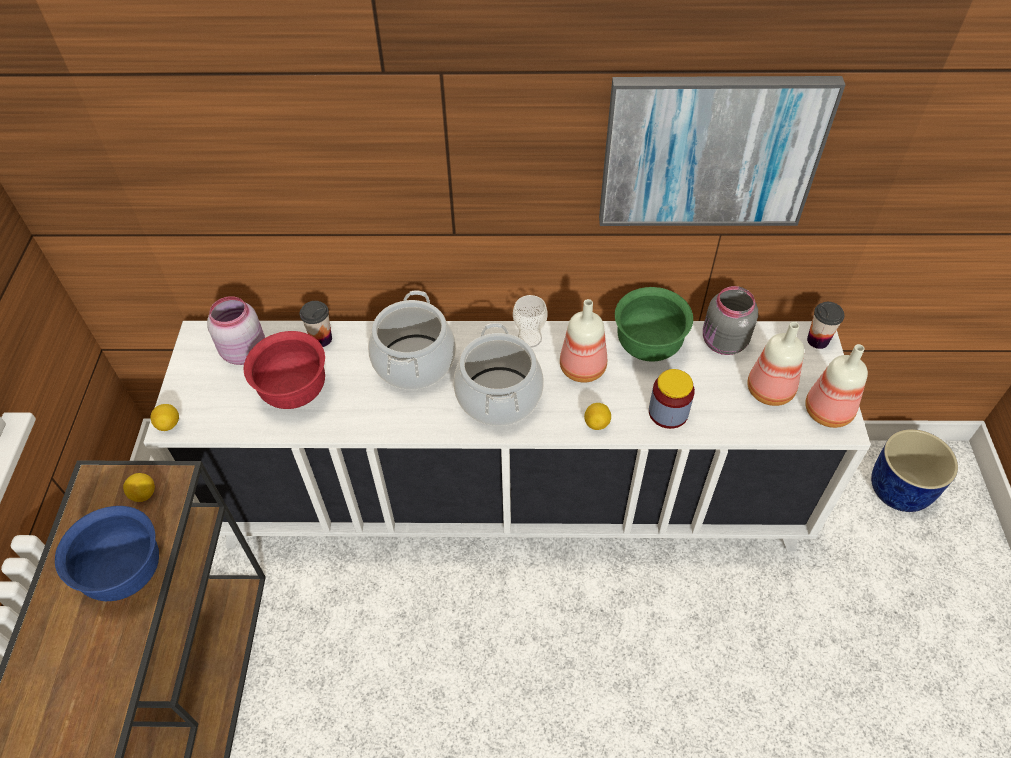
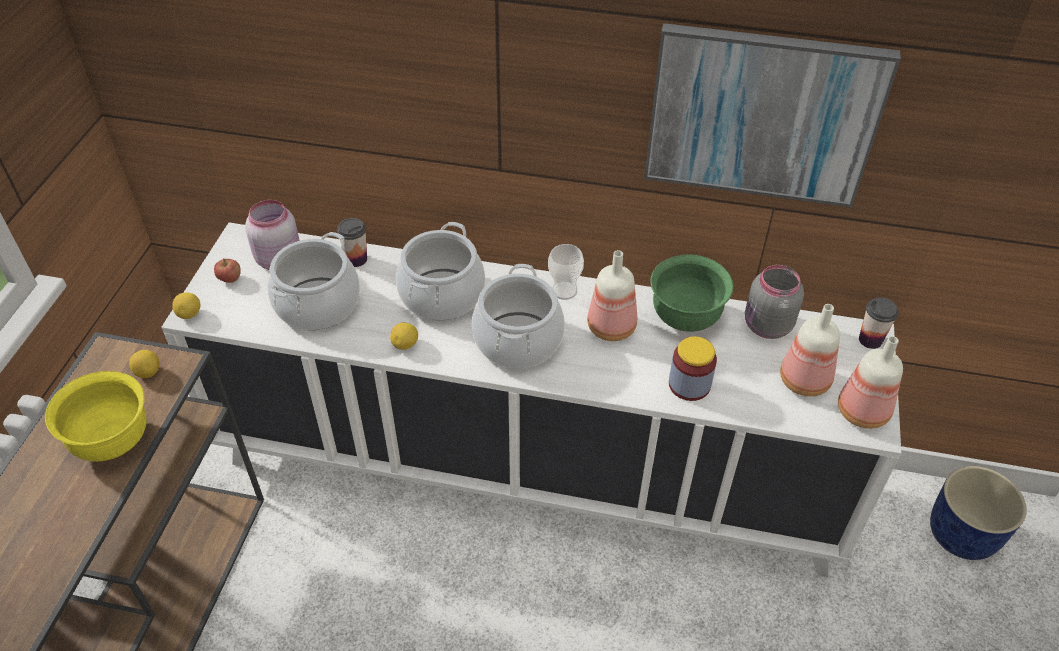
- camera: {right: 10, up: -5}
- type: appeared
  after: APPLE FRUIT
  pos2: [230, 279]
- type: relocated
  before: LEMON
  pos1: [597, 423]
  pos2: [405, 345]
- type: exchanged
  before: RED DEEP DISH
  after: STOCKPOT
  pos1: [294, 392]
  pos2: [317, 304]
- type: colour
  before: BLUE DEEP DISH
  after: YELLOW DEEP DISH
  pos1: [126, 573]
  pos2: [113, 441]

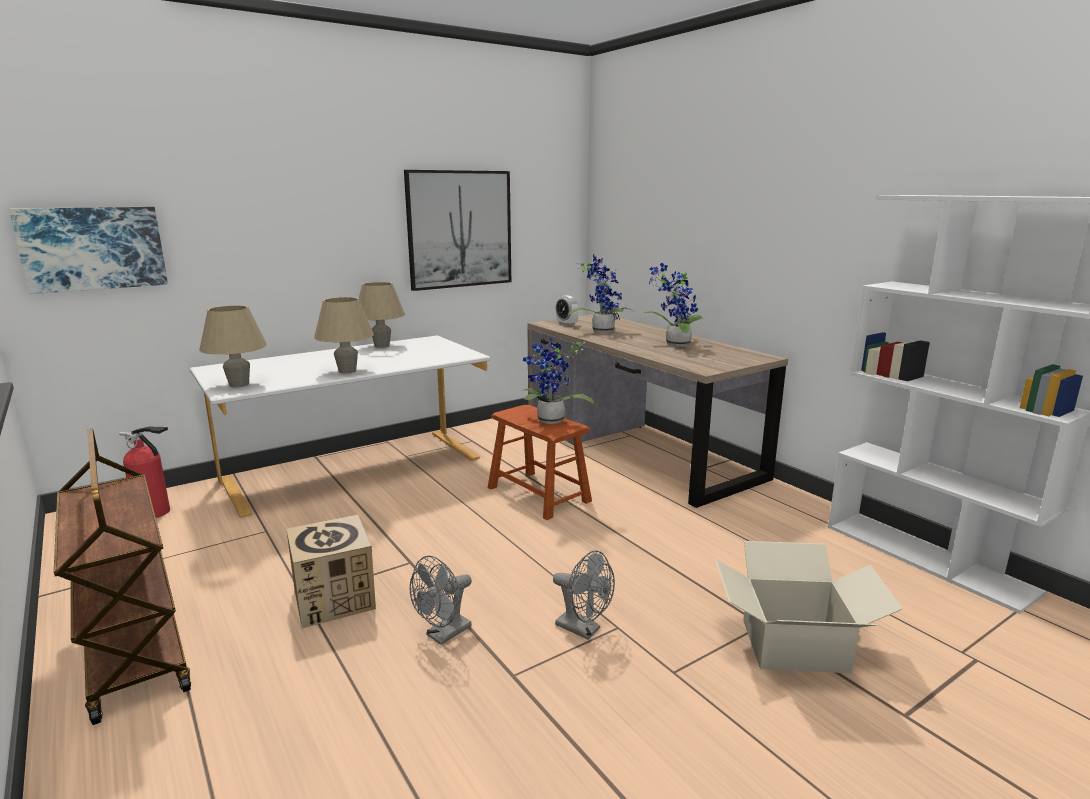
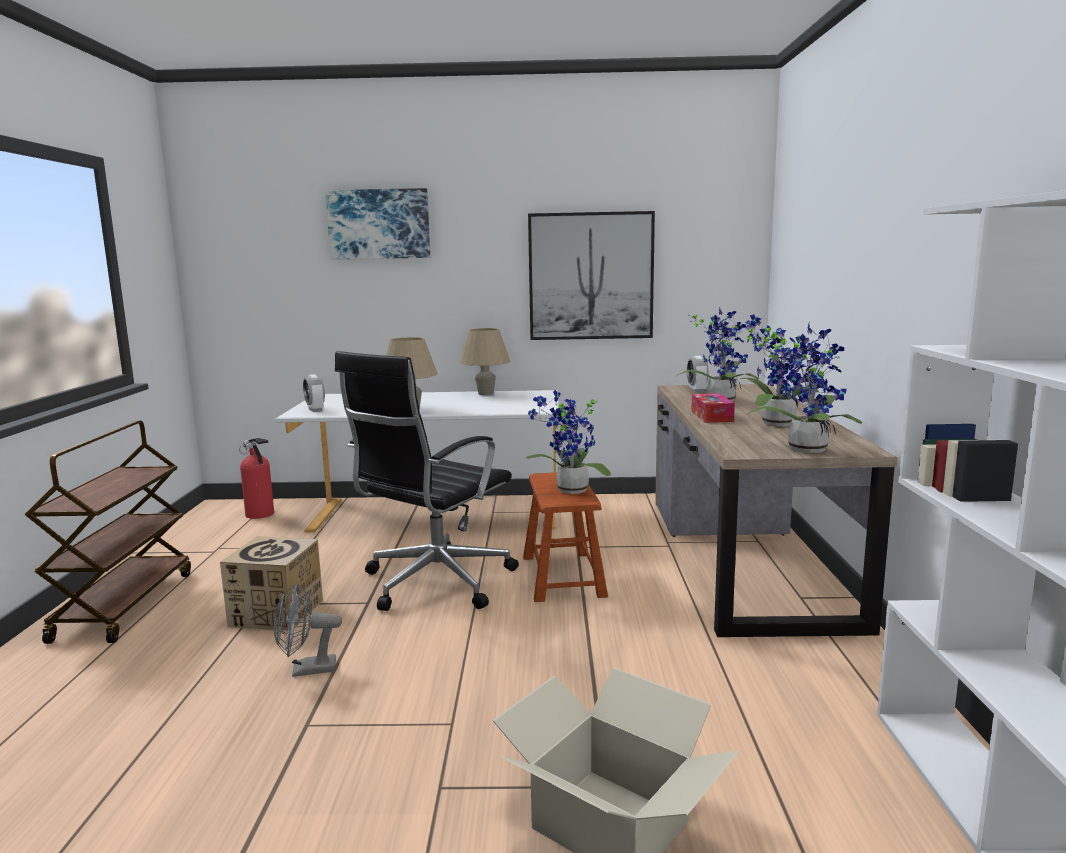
- camera: {right: 35, up: -5}
- type: missing
  before: GRAY ELECTRIC FAN
  pos1: [584, 629]
- type: appeared
  after: BLACK-COLOURED OFFICE CHAIR
  pos2: [434, 583]
- type: appeared
  after: TISSUE BOX
  pos2: [711, 416]
- type: appeared
  after: POTTED PLANT
  pos2: [807, 448]
- type: relocated
  before: PICTURE
  pos1: [93, 248]
  pos2: [379, 224]
- type: exchanged
  before: SAND-COLOURED TABLETOP LAMP
  after: ALARM CLOCK
  pos1: [239, 384]
  pos2: [315, 410]

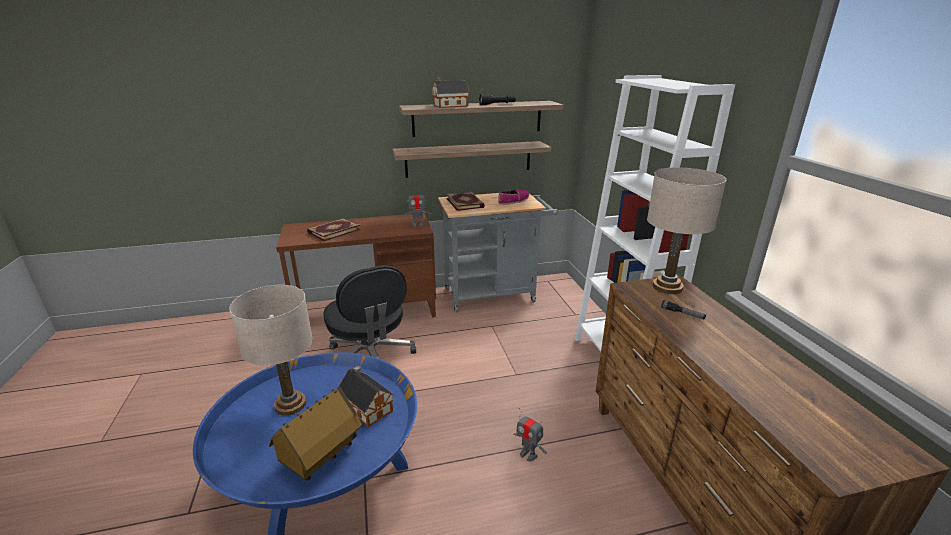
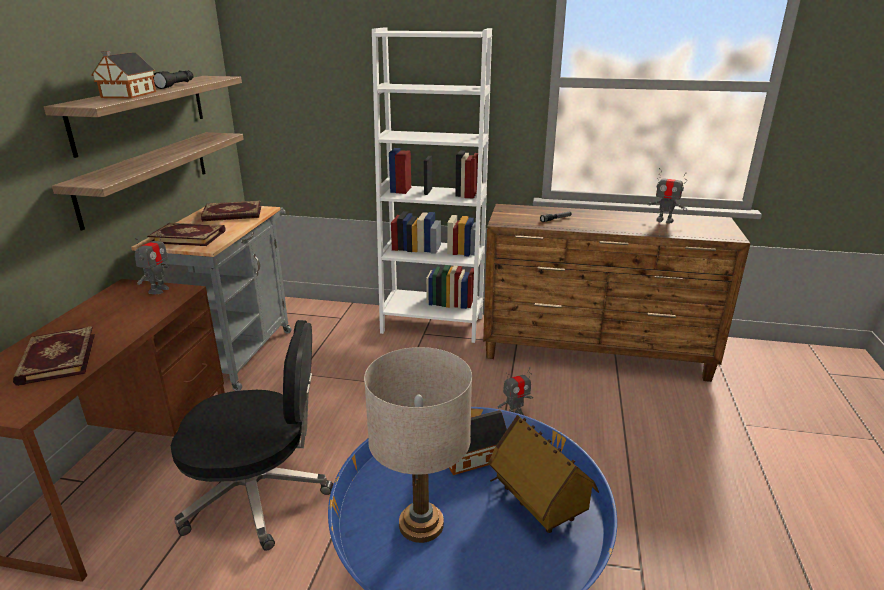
- camera: {right: -65, up: 0}
- type: missing
  before: SAND-COLOURED TABLETOP LAMP
  pos1: [667, 287]
- type: appeared
  after: ROBOT FIGURE
  pos2: [664, 220]
- type: exchanged
  before: SHOE
  after: BOOK
  pos1: [513, 201]
  pos2: [232, 214]

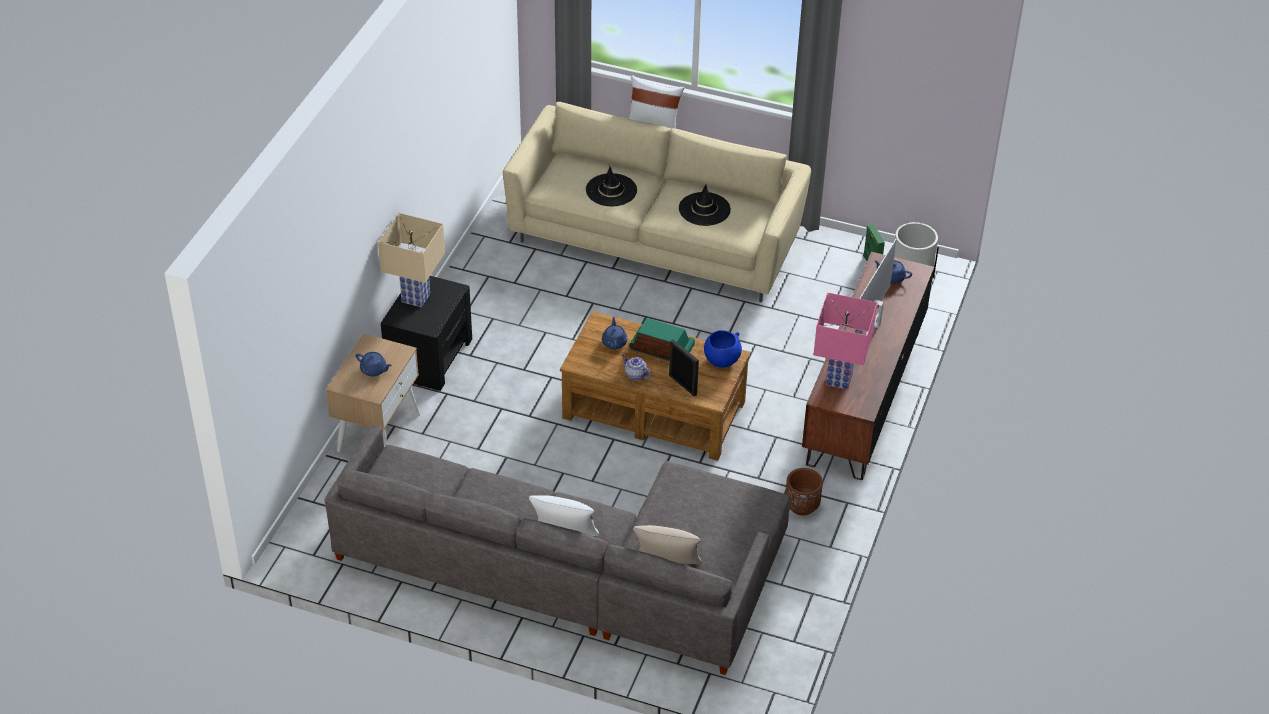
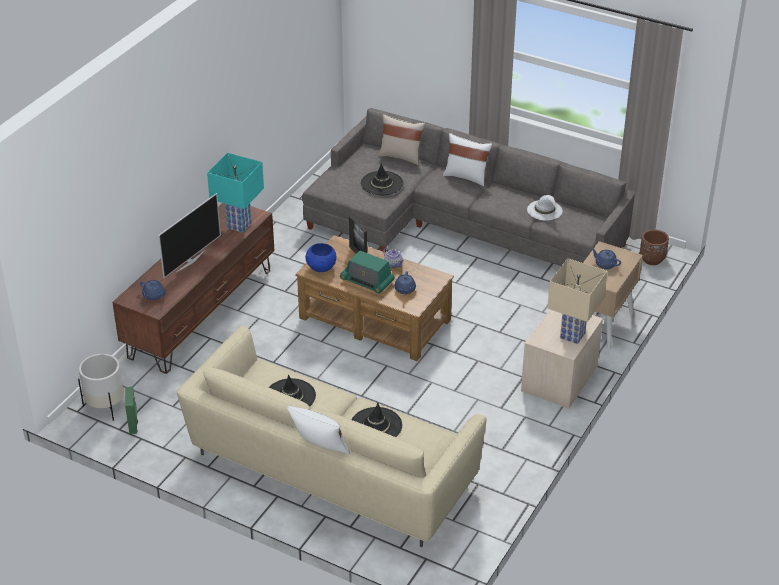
- camera: {right: -170, up: -5}
- type: appeared
  after: BLACK-COLOURED CLOTHING HAT
  pos2: [382, 183]
- type: appeared
  after: WHITE-COLOURED CLOTHING HAT
  pos2: [545, 210]
- type: relocated
  before: BROWN-COLOURED PLANTER
  pos1: [801, 506]
  pos2: [652, 259]
- type: colour
  before: BLACK-COLOURED NIGHTSTAND
  after: SAND-COLOURED NIGHTSTAND
  pos1: [429, 356]
  pos2: [559, 379]
- type: colour
  before: PINK TABLETOP LAMP
  after: TURQUOISE TABLETOP LAMP
  pos1: [838, 379]
  pos2: [239, 226]

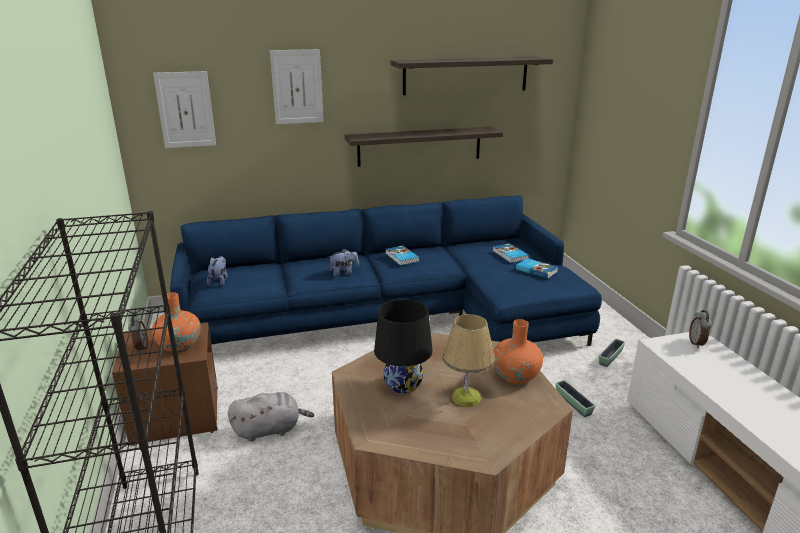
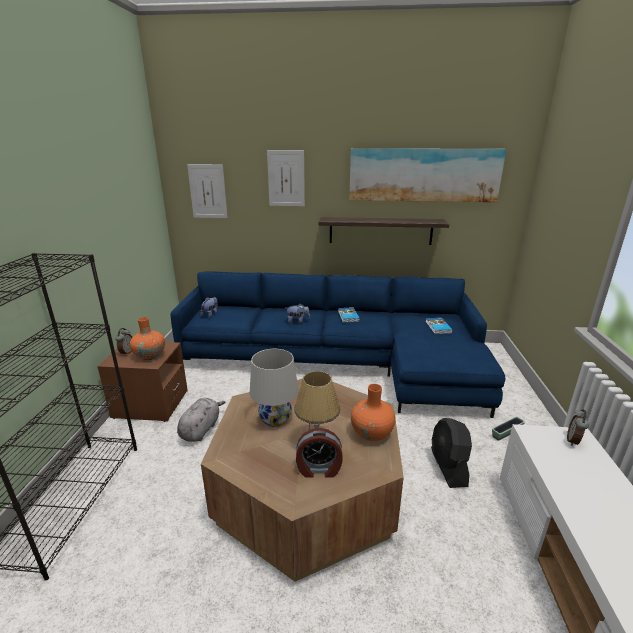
- camera: {right: 20, up: 0}
- type: missing
  before: BOOK
  pos1: [536, 270]
- type: appeared
  after: ALARM CLOCK
  pos2: [319, 469]
- type: exchanged
  before: BRACKET SHELF
  after: PICTURE
  pos1: [466, 75]
  pos2: [423, 175]
- type: exchanged
  before: PLANTER
  after: BLACK-COLOURED ELECTRIC FAN
  pos1: [573, 404]
  pos2: [448, 467]
- type: colour
  before: BLACK-COLOURED TABLETOP LAMP
  after: WHITE-COLOURED TABLETOP LAMP
  pos1: [403, 385]
  pos2: [275, 419]
- type: spun
  before: GRAY SOFT TOY
  pos1: [270, 430]
  pos2: [201, 429]
  turn: -75

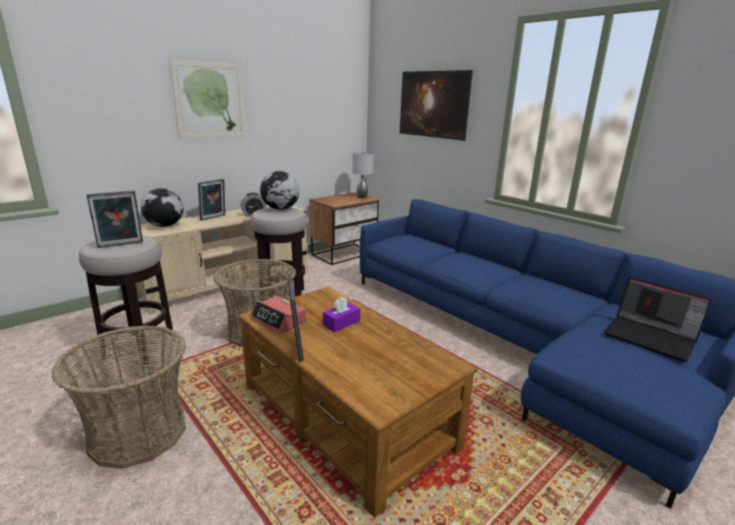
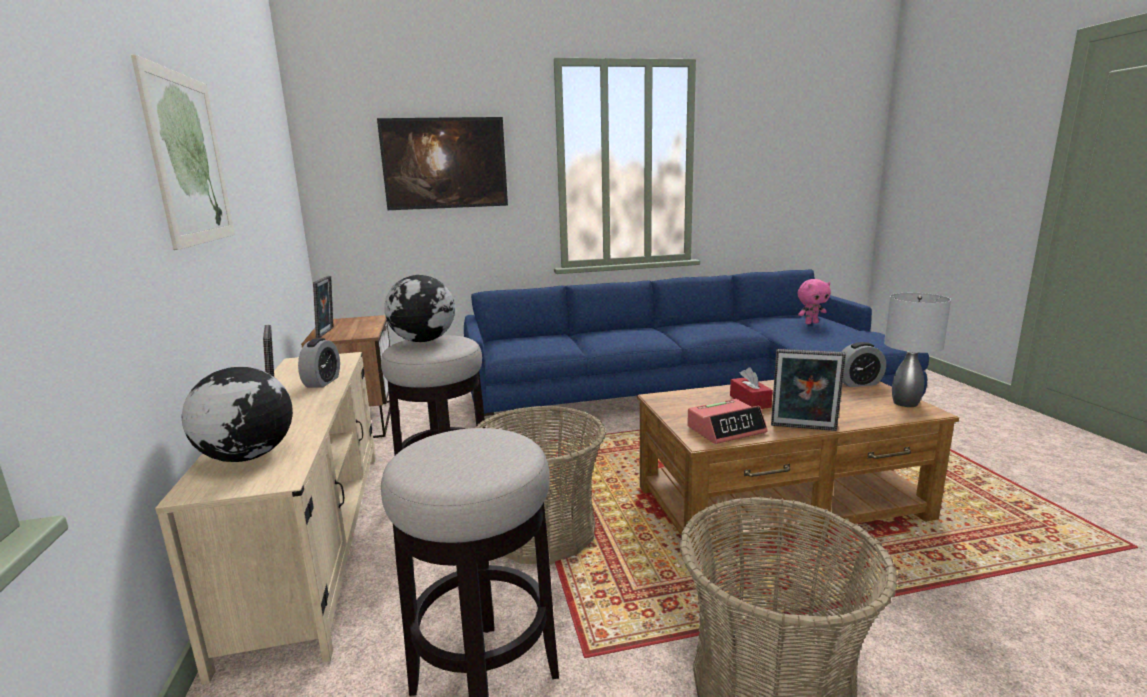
- camera: {right: -60, up: -5}
- type: appeared
  after: ALARM CLOCK
  pos2: [858, 383]
- type: relocated
  before: PICTURE FRAME
  pos1: [120, 245]
  pos2: [327, 332]
- type: relocated
  before: GRAY TABLETOP LAMP
  pos1: [362, 197]
  pos2: [906, 403]
- type: exchanged
  before: PORTABLE COMPUTER
  after: PINK SOFT TOY
  pos1: [651, 337]
  pos2: [811, 323]
- type: colour
  before: PURPLISH TISSUE BOX
  after: RED TISSUE BOX
  pos1: [341, 323]
  pos2: [750, 401]

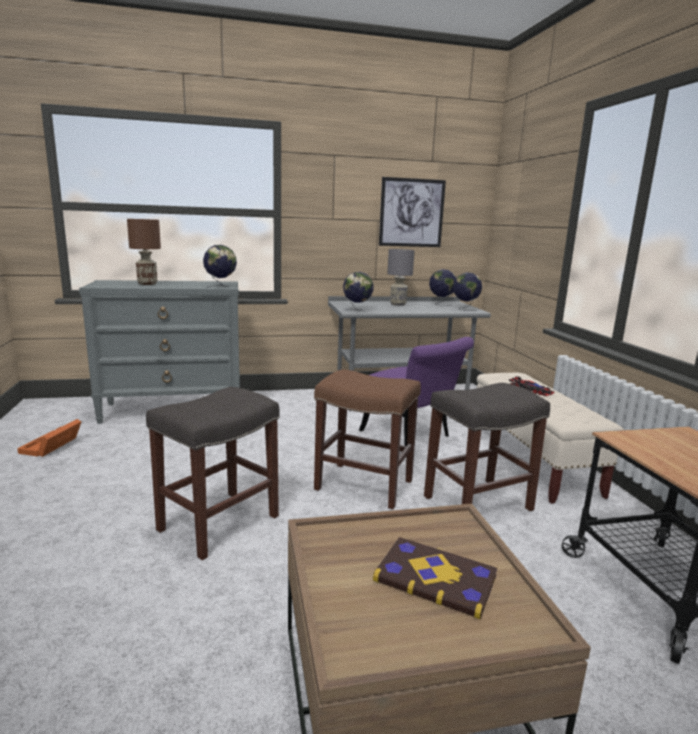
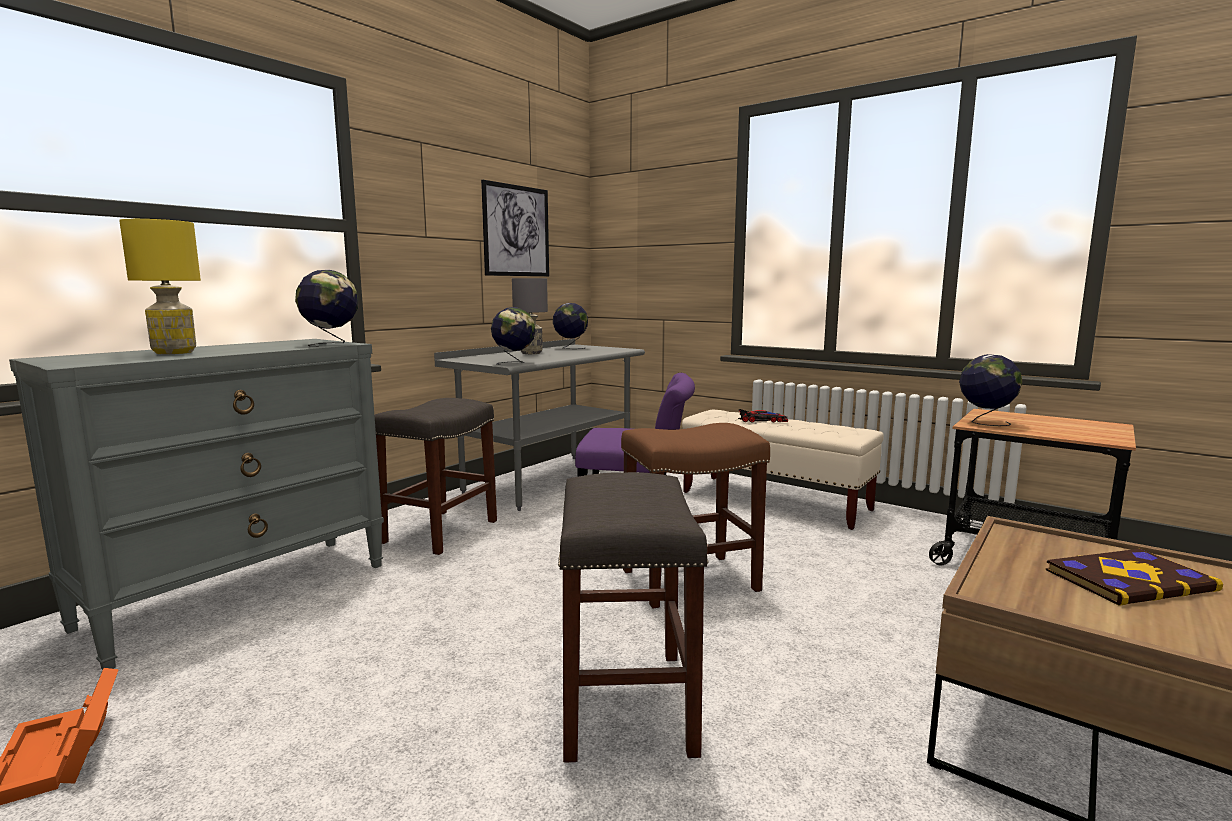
- camera: {right: -40, up: -5}
- type: relocated
  before: GRAY STOOL SEAT
  pos1: [478, 502]
  pos2: [440, 531]
- type: relocated
  before: WORLD GLOBE
  pos1: [465, 309]
  pos2: [985, 422]
- type: colour
  before: BROWN-COLOURED TABLETOP LAMP
  after: YELLOW TABLETOP LAMP
  pos1: [148, 284]
  pos2: [175, 352]

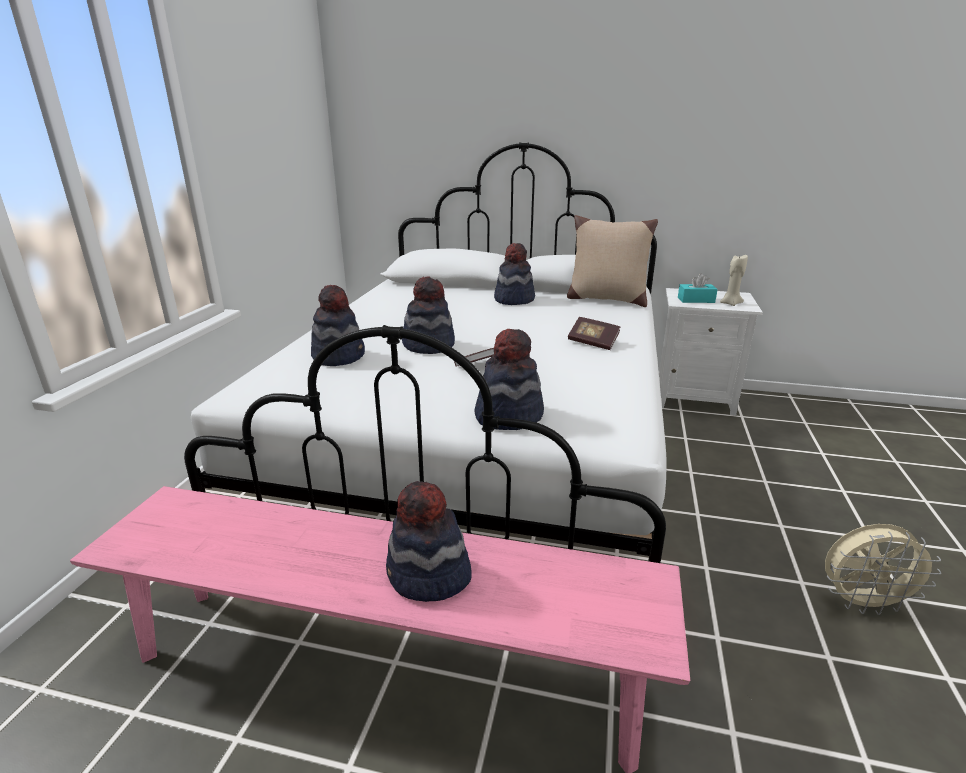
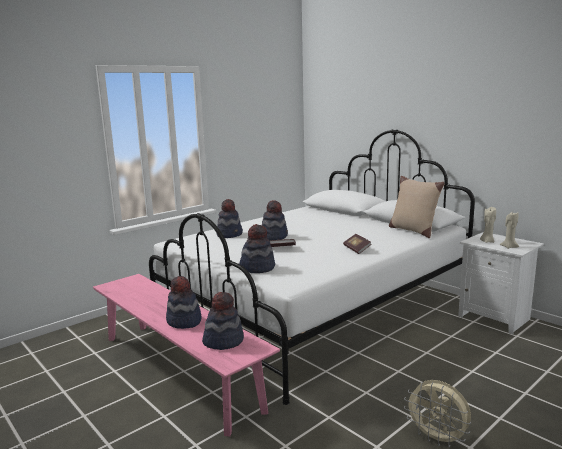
- camera: {right: 35, up: -10}
- type: relocated
  before: CLOTHING HAT
  pos1: [513, 299]
  pos2: [223, 341]
- type: exchanged
  before: TURQUOISE TISSUE BOX
  after: SAND-COLOURED WAX LIGHT
  pos1: [696, 300]
  pos2: [487, 241]

